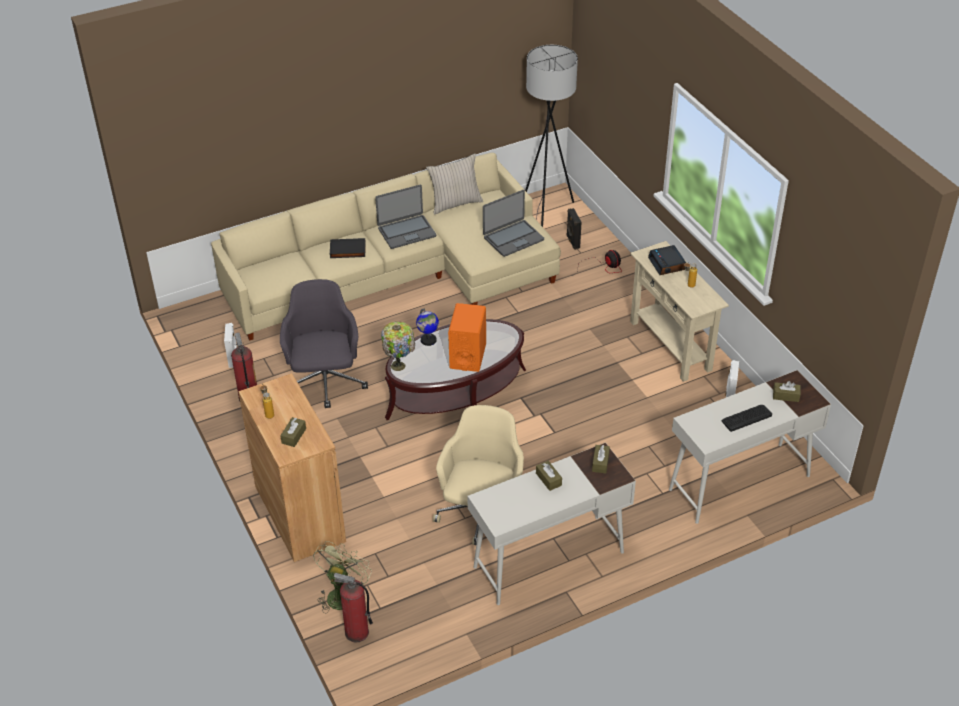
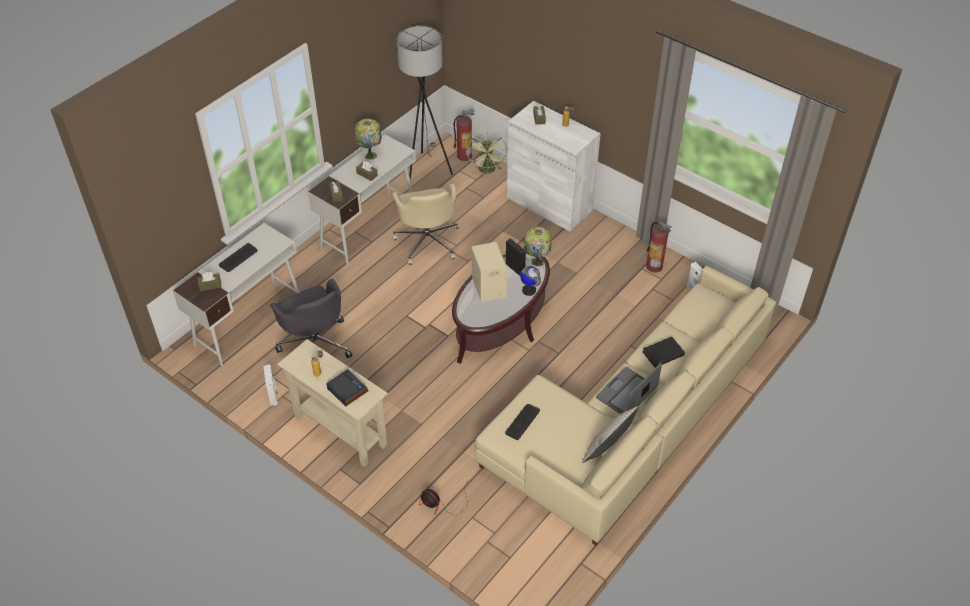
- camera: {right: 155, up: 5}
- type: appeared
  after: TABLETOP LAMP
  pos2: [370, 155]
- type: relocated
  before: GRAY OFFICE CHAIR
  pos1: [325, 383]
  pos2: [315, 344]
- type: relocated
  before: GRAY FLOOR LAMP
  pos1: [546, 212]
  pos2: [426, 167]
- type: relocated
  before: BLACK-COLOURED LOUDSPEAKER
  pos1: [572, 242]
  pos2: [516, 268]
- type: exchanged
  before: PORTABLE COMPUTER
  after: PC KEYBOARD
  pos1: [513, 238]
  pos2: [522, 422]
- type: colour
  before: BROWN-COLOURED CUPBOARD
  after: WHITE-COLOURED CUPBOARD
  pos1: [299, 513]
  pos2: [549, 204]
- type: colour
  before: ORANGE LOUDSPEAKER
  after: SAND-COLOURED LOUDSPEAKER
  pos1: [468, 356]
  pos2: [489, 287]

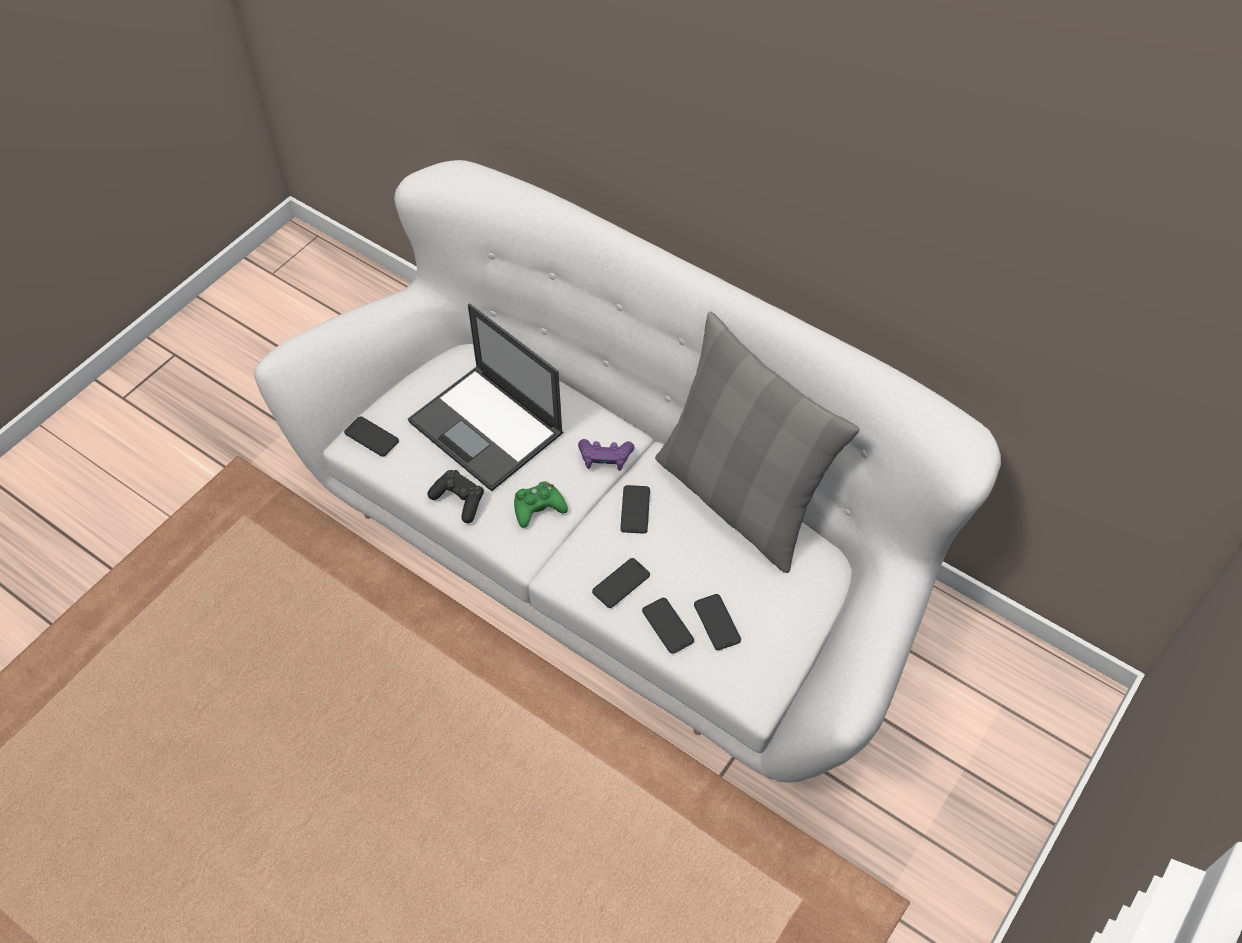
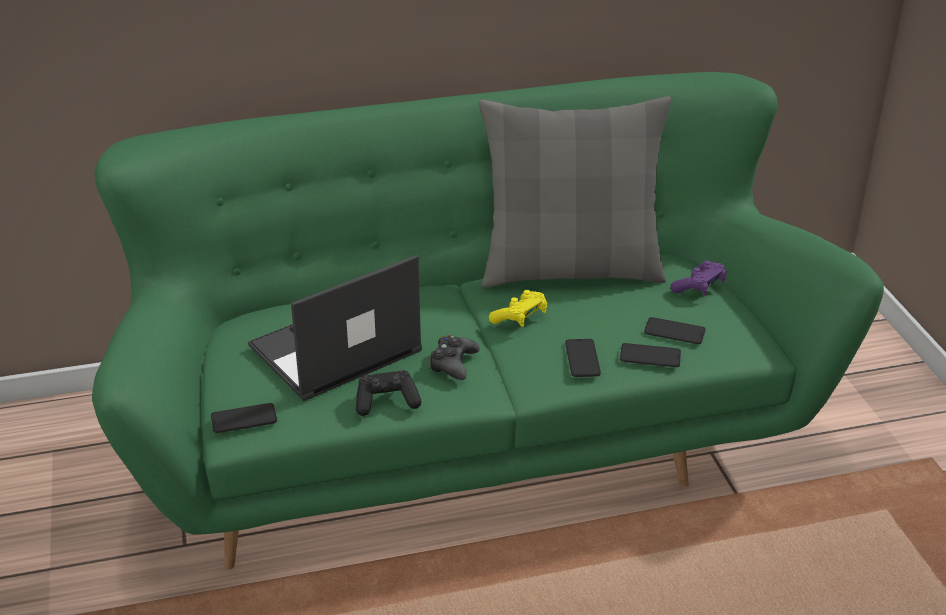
- camera: {right: -50, up: -20}
- type: relocated
  before: PURPLISH GAMEPAD
  pos1: [605, 459]
  pos2: [699, 287]
- type: exchanged
  before: TELEPHONE
  after: YELLOW GAMEPAD
  pos1: [635, 509]
  pos2: [520, 318]
- type: colour
  before: WHITE-COLOURED SETTEE
  after: GREEN-COLOURED SETTEE
  pos1: [620, 556]
  pos2: [473, 436]
- type: colour
  before: GREEN-COLOURED GAMEPAD
  after: BLACK-COLOURED GAMEPAD
  pos1: [538, 508]
  pos2: [453, 363]
- type: spun
  before: PORTABLE COMPUTER
  pos1: [487, 428]
  pos2: [333, 349]
  turn: 150

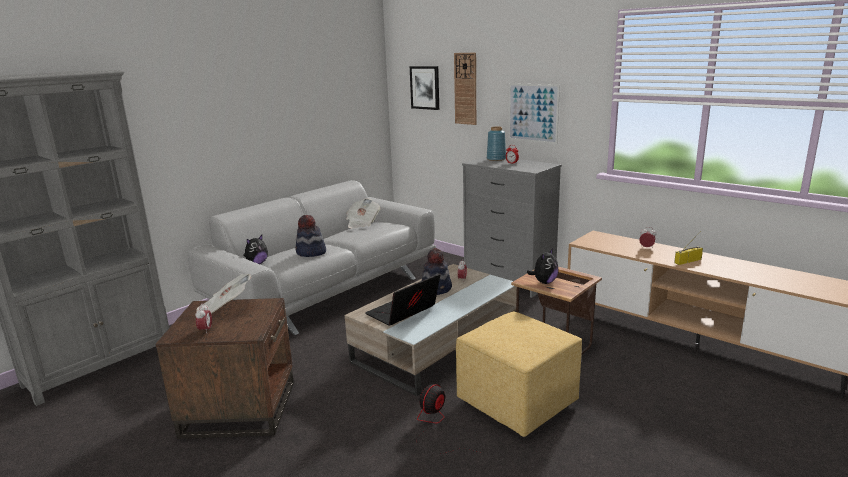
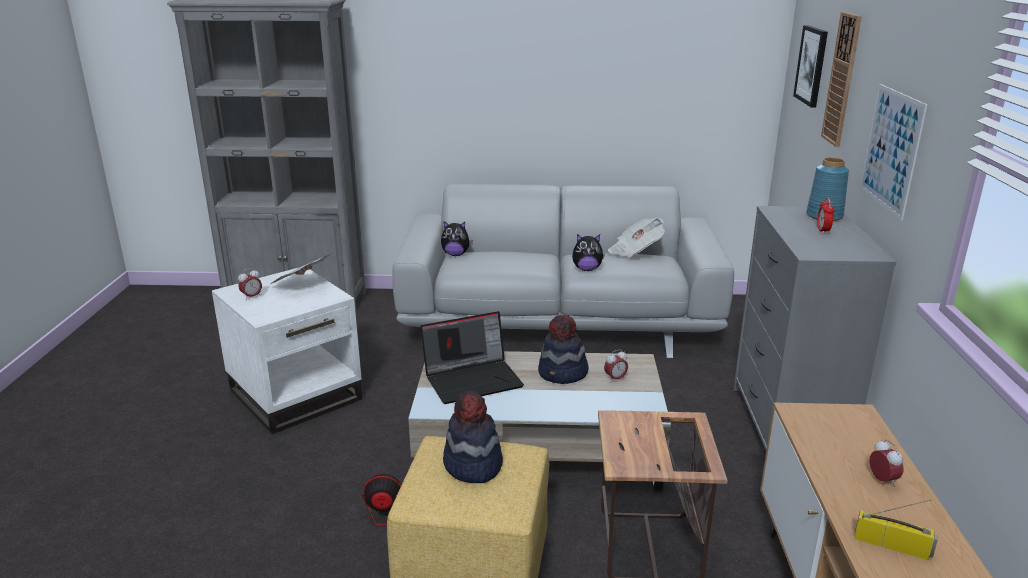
- camera: {right: 50, up: 5}
- type: relocated
  before: CLOTHING HAT
  pos1: [311, 253]
  pos2: [472, 465]
- type: relocated
  before: SOFT TOY
  pos1: [544, 282]
  pos2: [587, 269]
- type: colour
  before: BROWN-COLOURED SIDE TABLE
  after: WHITE-COLOURED SIDE TABLE
  pos1: [239, 408]
  pos2: [296, 394]
- type: spun
  before: PORTABLE COMPUTER
  pos1: [403, 313]
  pos2: [473, 379]
  turn: 150

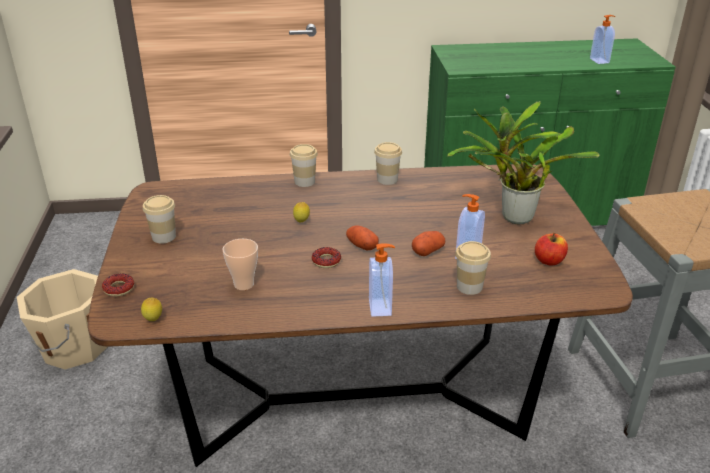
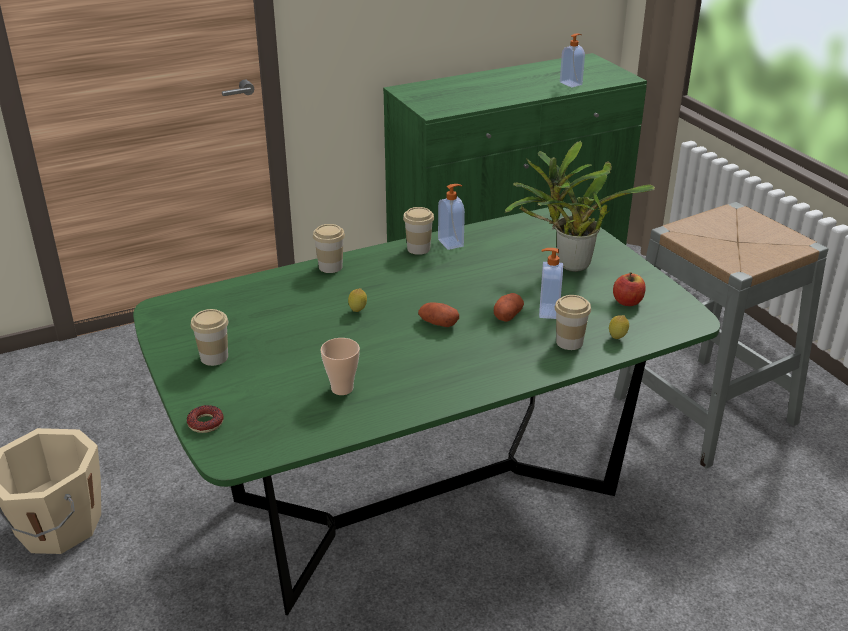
- camera: {right: -20, up: 0}
- type: missing
  before: RING DOUGHNUT
  pos1: [326, 261]
- type: relocated
  before: LEMON
  pos1: [153, 320]
  pos2: [617, 338]
- type: relocated
  before: SOAP DISPENSER
  pos1: [381, 307]
  pos2: [451, 243]
- type: colour
  before: BROWN-COLOURED DINNER TABLE
  after: GREEN-COLOURED DINNER TABLE
  pos1: [355, 397]
  pos2: [424, 497]

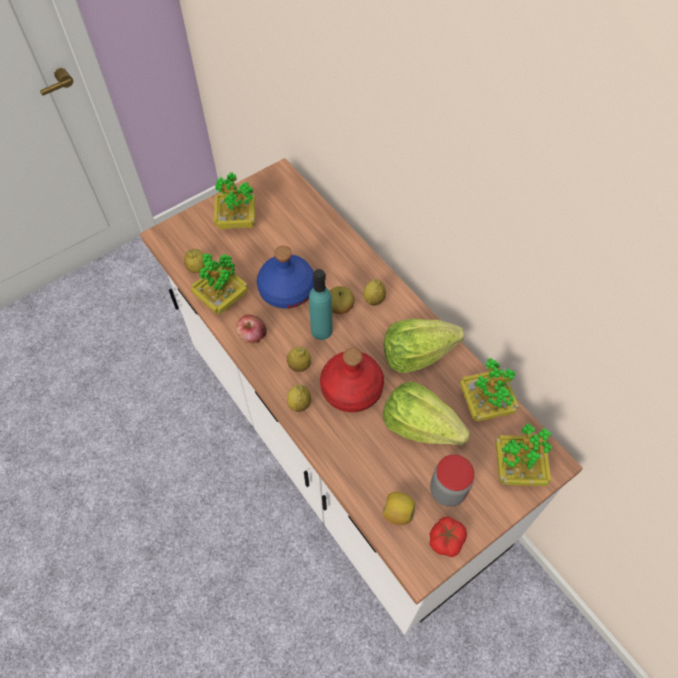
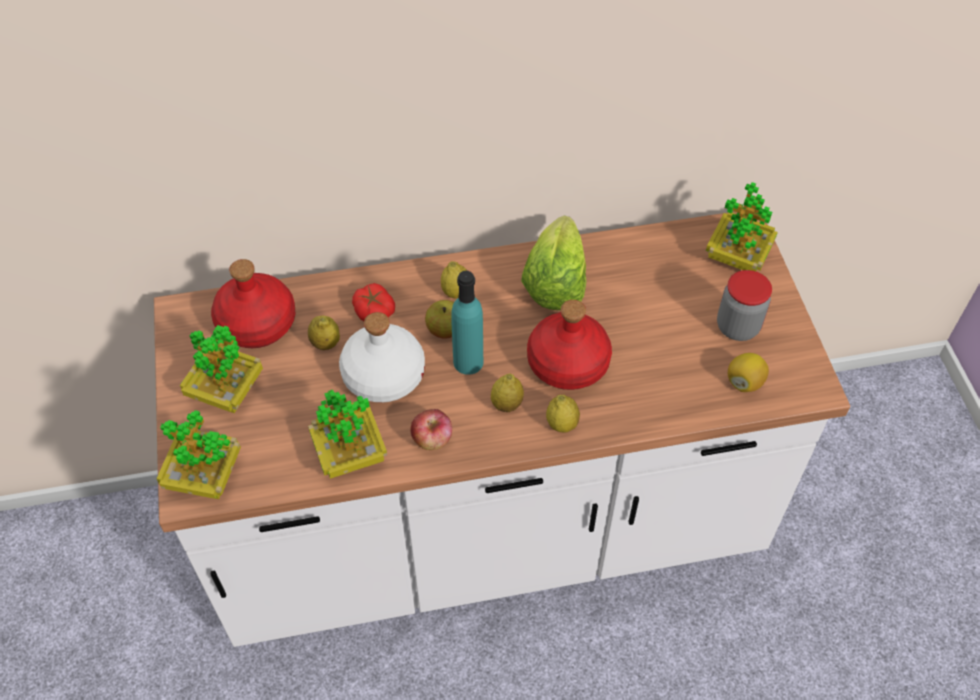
- camera: {right: -65, up: -5}
- type: missing
  before: LETTUCE
  pos1: [420, 425]
- type: appeared
  after: RED DRINK BOTTLE
  pos2: [257, 324]
- type: relocated
  before: LEMON
  pos1: [197, 268]
  pos2: [325, 343]
- type: relocated
  before: WHOLE TOMATO
  pos1: [446, 539]
  pos2: [374, 312]
- type: relocated
  before: POTTED PLANT
  pos1: [485, 403]
  pos2: [205, 476]
- type: colour
  before: BLUE DRINK BOTTLE
  after: WHITE-COLOURED DRINK BOTTLE
  pos1: [287, 289]
  pos2: [382, 375]

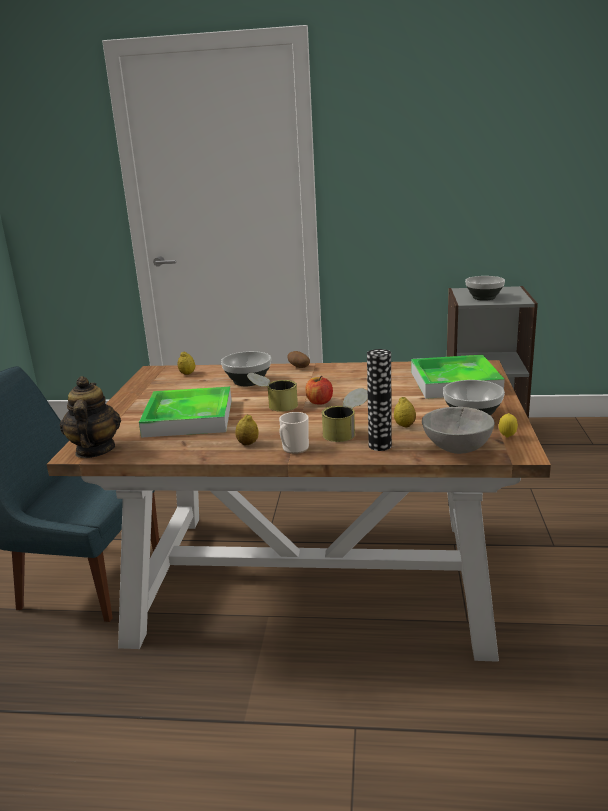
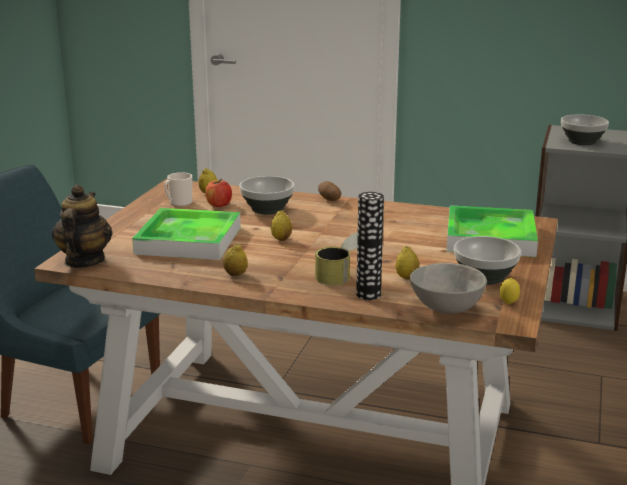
- camera: {right: 10, up: 0}
- type: relocated
  before: COFFEE MUG
  pos1: [293, 449]
  pos2: [178, 203]
- type: relocated
  before: APPLE FRUIT
  pos1: [319, 402]
  pos2: [219, 204]
- type: exchanged
  before: CAN
  after: LEMON
  pos1: [274, 406]
  pos2: [281, 239]

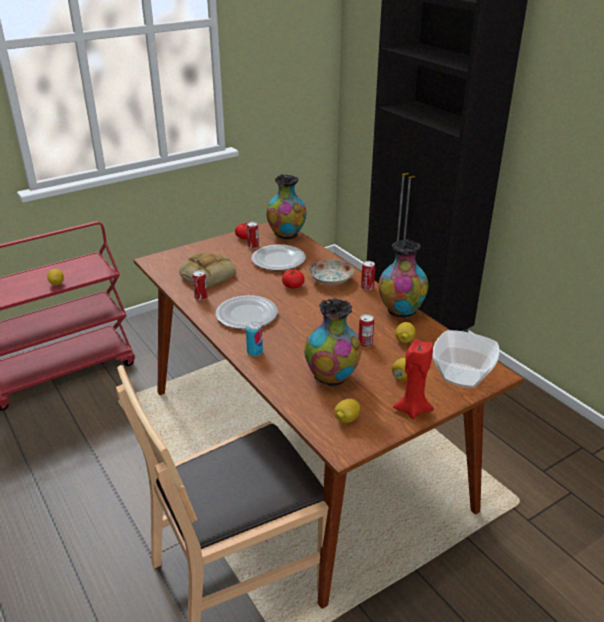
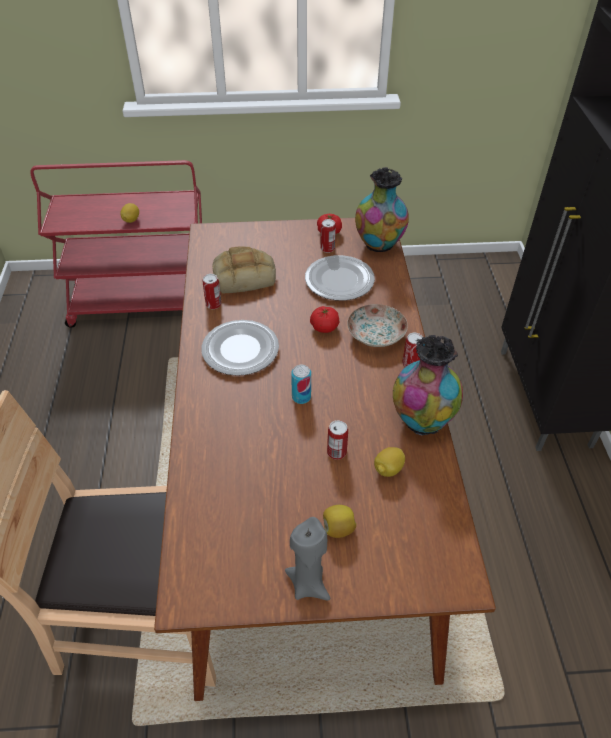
- camera: {right: 30, up: 15}
- type: missing
  before: VASE
  pos1: [332, 377]
- type: missing
  before: LEMON
  pos1: [346, 419]
- type: missing
  before: DEEP DISH
  pos1: [460, 376]
- type: relocated
  before: CAN
  pos1: [254, 352]
  pos2: [301, 397]
- type: colour
  before: RED WAX LIGHT
  after: GRAY WAX LIGHT
  pos1: [412, 409]
  pos2: [309, 583]

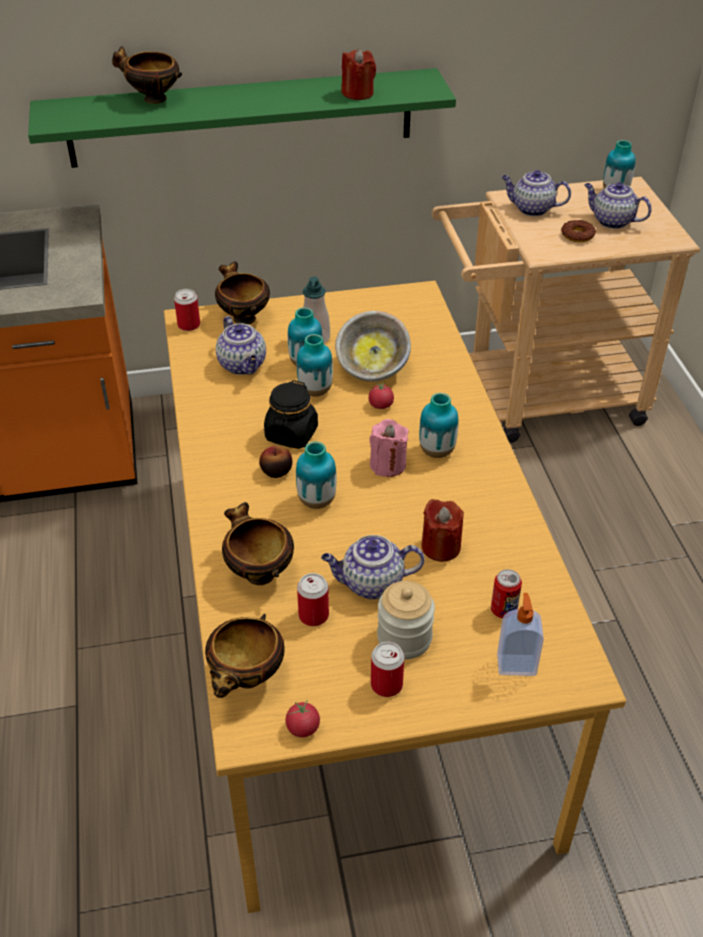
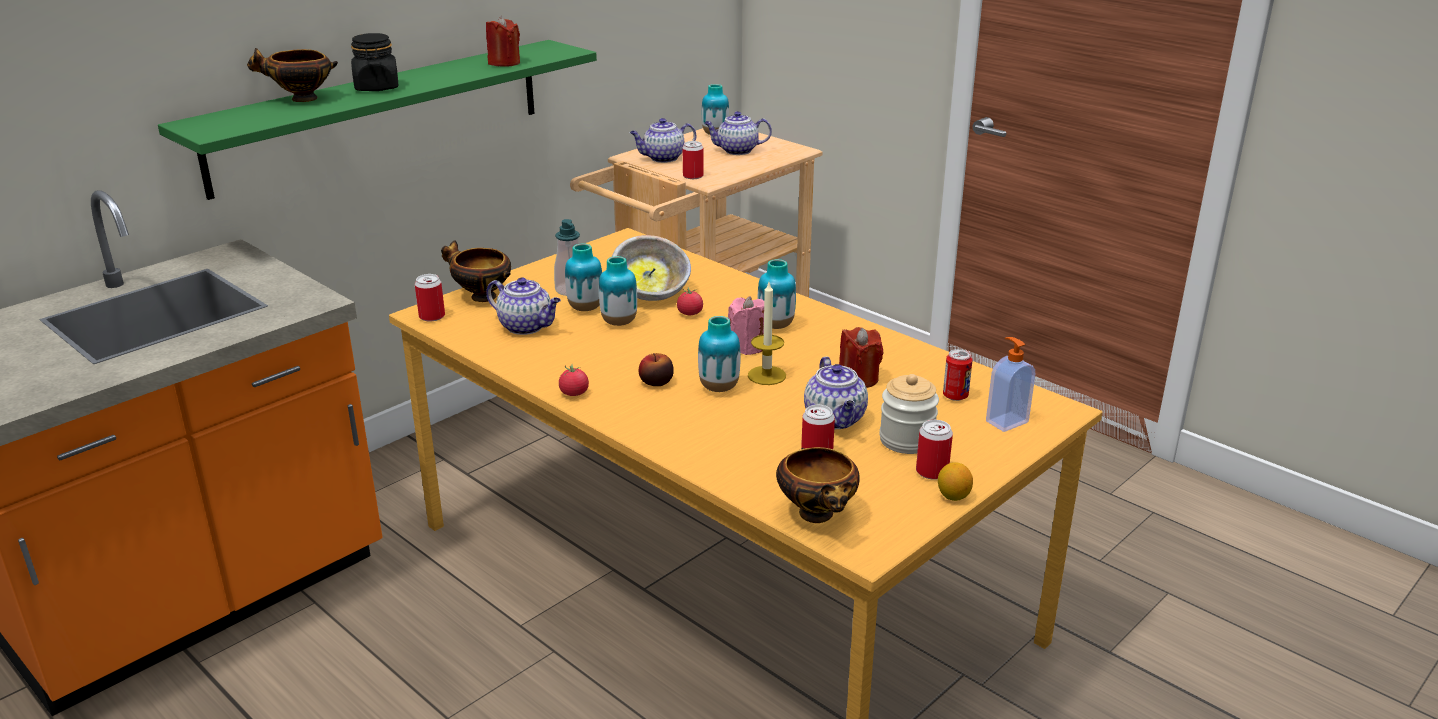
- camera: {right: -35, up: -15}
- type: missing
  before: DEEP DISH
  pos1: [258, 572]
- type: missing
  before: RING DOUGHNUT
  pos1: [577, 235]
- type: appeared
  after: CAN
  pos2: [693, 176]
- type: appeared
  after: WAX LIGHT
  pos2: [766, 375]
- type: appeared
  after: LEMON
  pos2: [953, 496]
- type: relocated
  before: BLACK-COLOURED JAR
  pos1: [291, 434]
  pos2: [377, 87]
- type: relocated
  before: WHOLE TOMATO
  pos1: [303, 727]
  pos2: [574, 393]
- type: spun
  before: TEAPOT
  pos1: [371, 584]
  pos2: [836, 420]
  turn: -60

